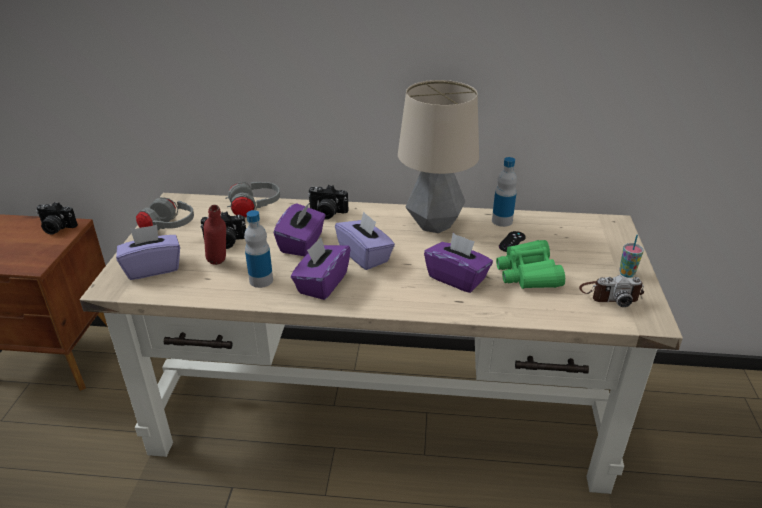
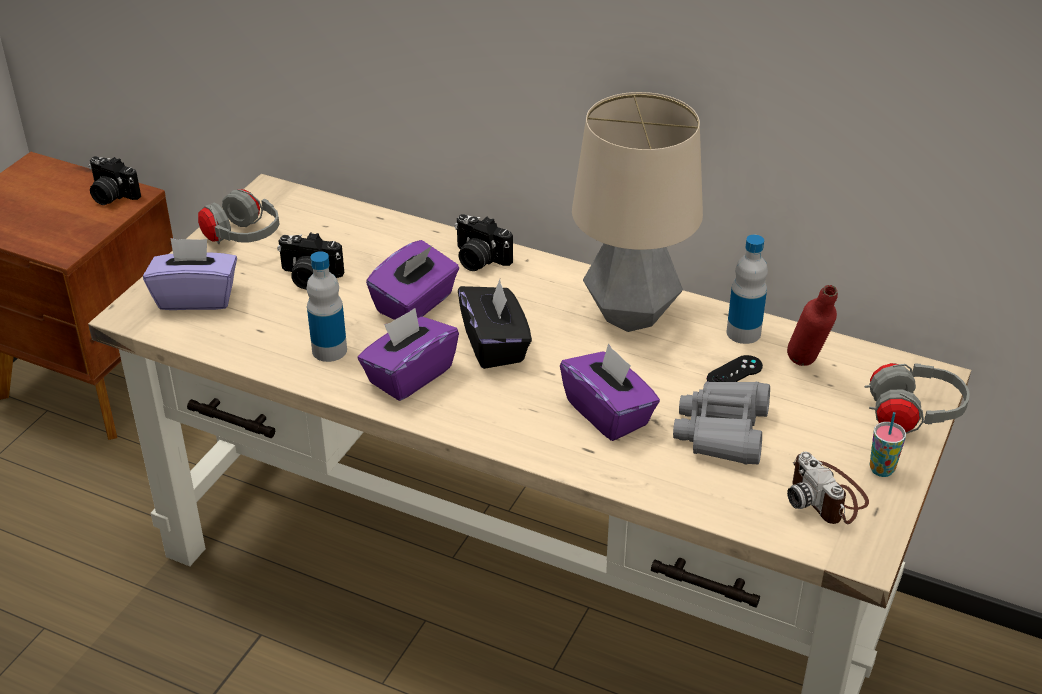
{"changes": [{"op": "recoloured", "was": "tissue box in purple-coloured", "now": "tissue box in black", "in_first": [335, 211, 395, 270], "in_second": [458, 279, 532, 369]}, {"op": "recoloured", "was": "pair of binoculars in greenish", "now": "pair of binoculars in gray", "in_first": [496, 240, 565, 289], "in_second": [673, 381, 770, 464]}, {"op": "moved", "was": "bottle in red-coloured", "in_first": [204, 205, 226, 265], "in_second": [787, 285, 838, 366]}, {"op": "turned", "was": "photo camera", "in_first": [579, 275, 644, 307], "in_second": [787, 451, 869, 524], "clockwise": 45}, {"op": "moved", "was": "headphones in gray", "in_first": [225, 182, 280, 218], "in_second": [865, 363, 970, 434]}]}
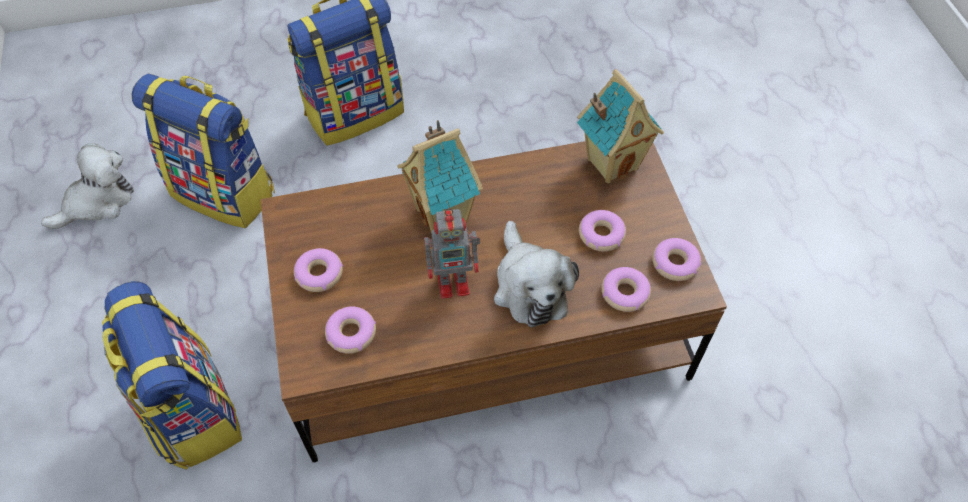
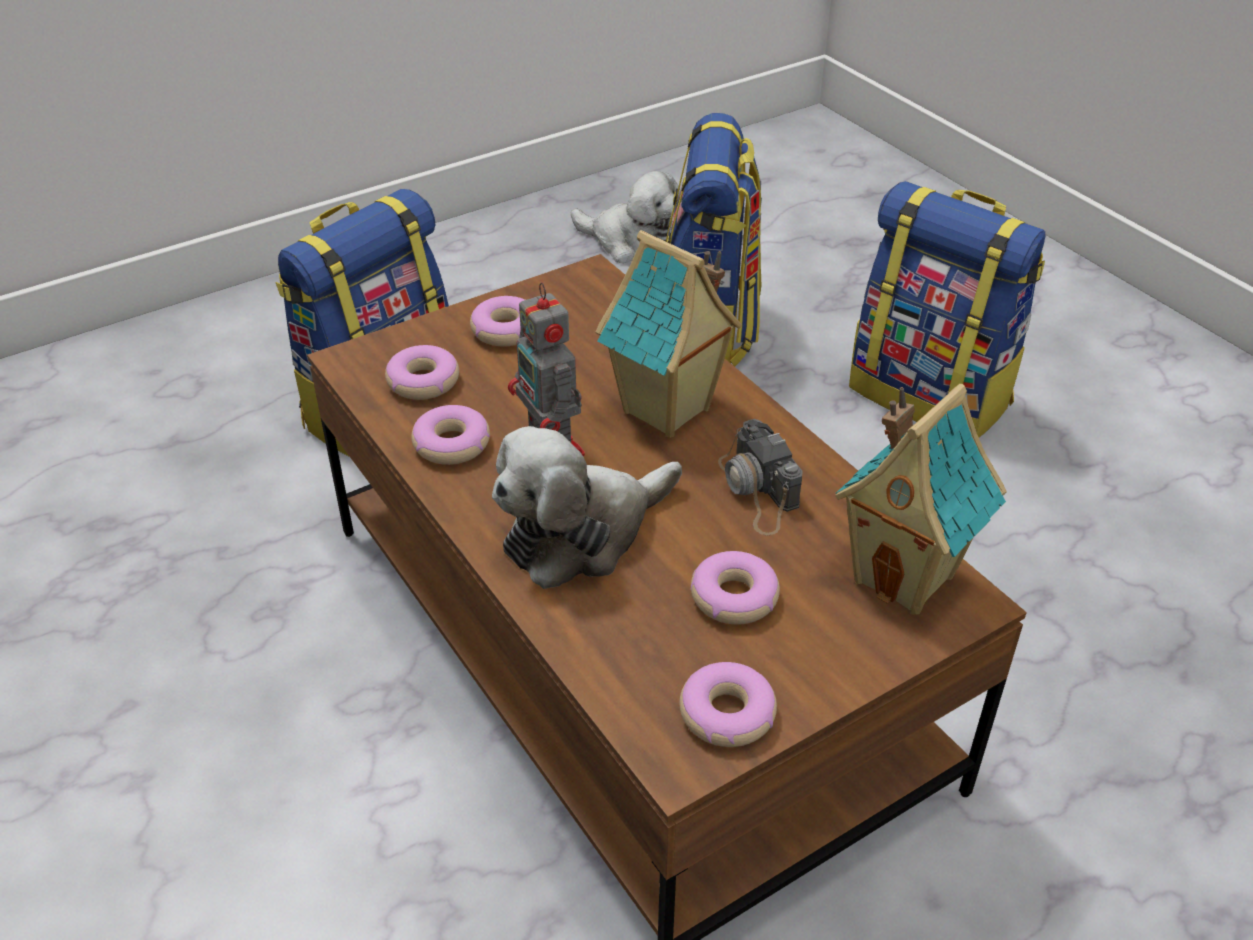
{"changes": [{"op": "moved", "was": "donut", "in_first": [601, 267, 651, 312], "in_second": [411, 405, 490, 465]}, {"op": "added", "now": "photo camera", "in_second": [718, 419, 803, 536]}]}
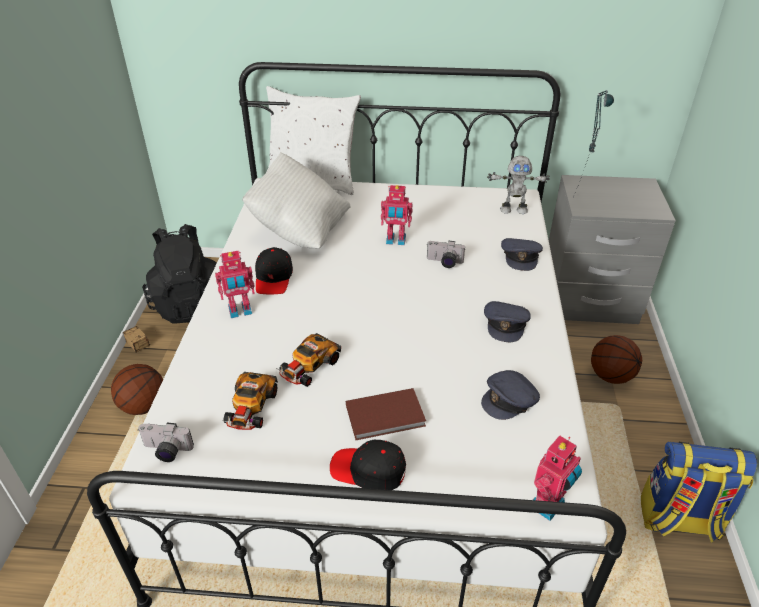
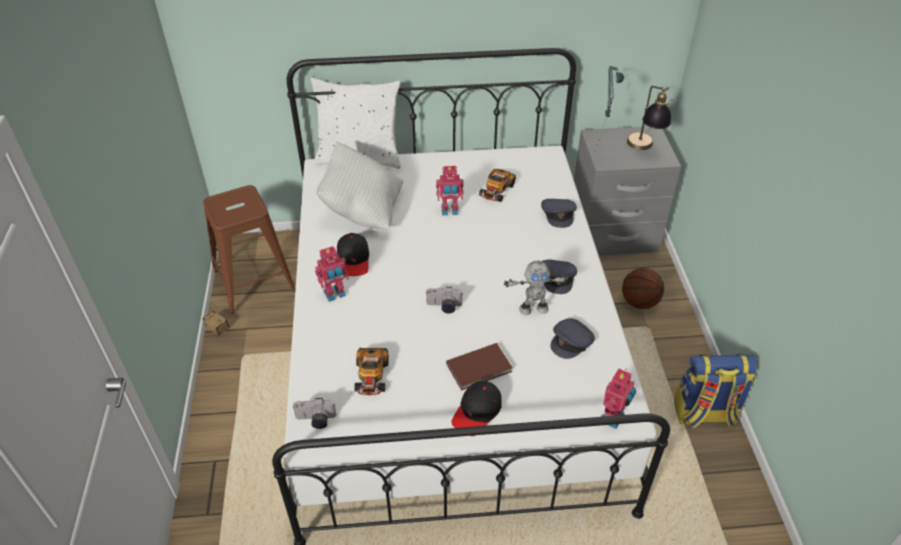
{"changes": [{"op": "replaced", "was": "backpack in black", "now": "sitting stool in brown-coloured", "in_first": [142, 224, 217, 324], "in_second": [203, 185, 295, 314]}, {"op": "moved", "was": "photo camera", "in_first": [427, 240, 466, 268], "in_second": [426, 287, 463, 313]}, {"op": "turned", "was": "baseball cap in black", "in_first": [330, 440, 406, 490], "in_second": [451, 381, 502, 436], "clockwise": -60}, {"op": "moved", "was": "miniature car", "in_first": [277, 333, 341, 387], "in_second": [479, 169, 516, 202]}, {"op": "moved", "was": "model robot", "in_first": [487, 156, 550, 214], "in_second": [504, 261, 569, 316]}, {"op": "added", "now": "tabletop lamp", "in_second": [627, 86, 673, 150]}, {"op": "removed", "was": "basketball ball", "in_first": [111, 364, 163, 415]}]}
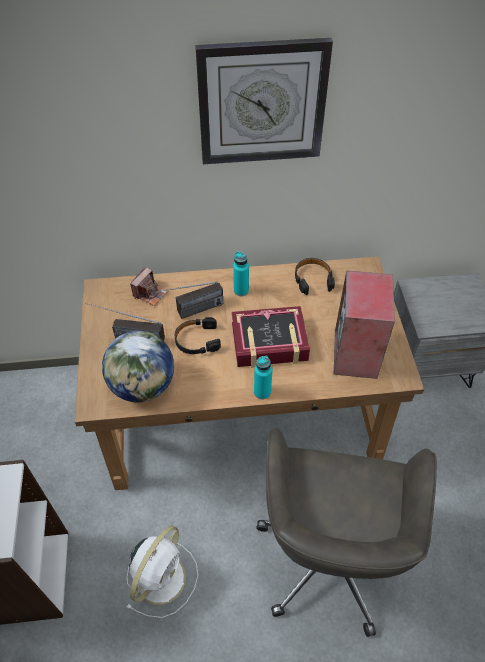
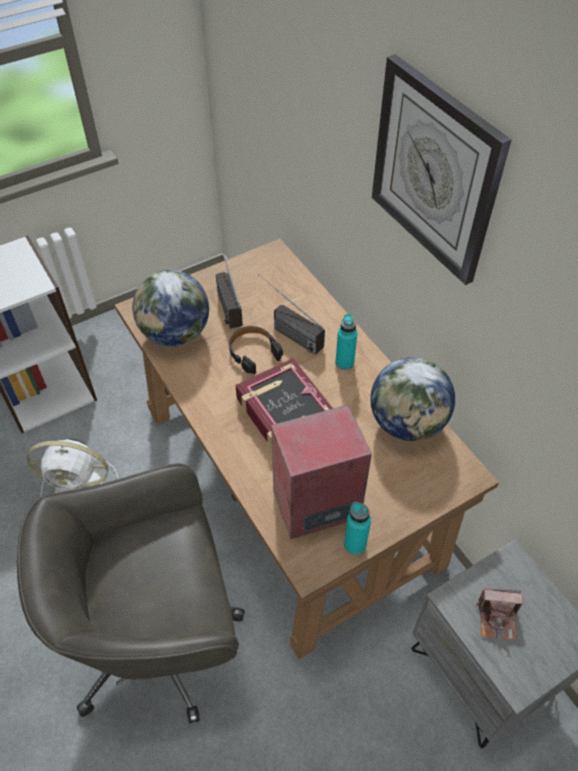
{"changes": [{"op": "moved", "was": "bottle in blue-green", "in_first": [254, 356, 273, 399], "in_second": [344, 502, 371, 555]}, {"op": "replaced", "was": "headphones in black", "now": "globe", "in_first": [295, 258, 335, 295], "in_second": [370, 357, 455, 441]}, {"op": "moved", "was": "photo camera", "in_first": [130, 267, 169, 306], "in_second": [477, 589, 522, 641]}]}
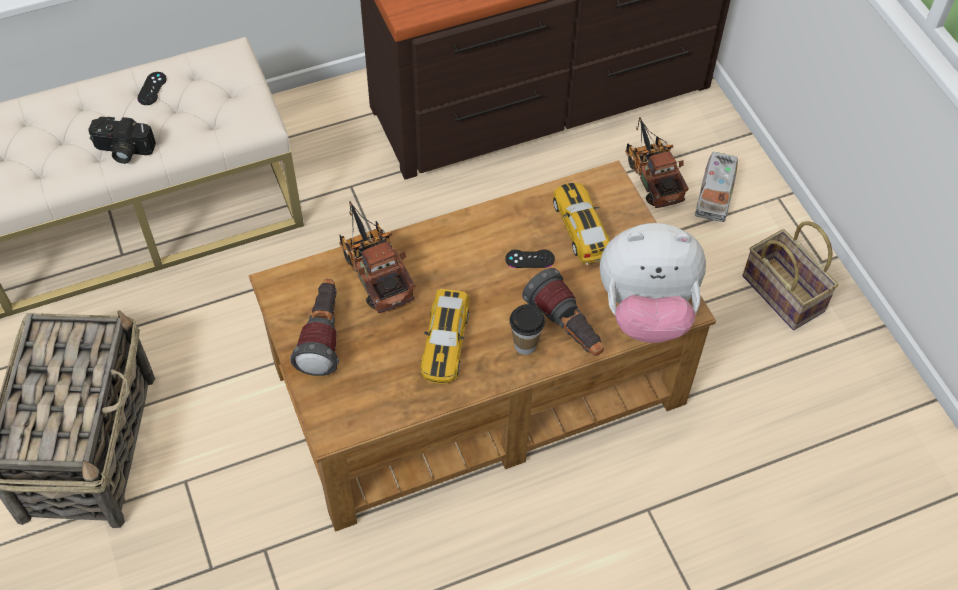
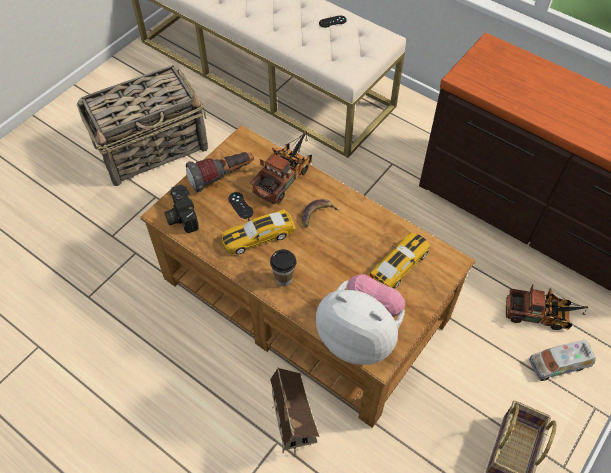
{"changes": [{"op": "moved", "was": "photo camera", "in_first": [88, 117, 156, 164], "in_second": [164, 184, 199, 233]}, {"op": "moved", "was": "joypad in black", "in_first": [505, 249, 555, 268], "in_second": [228, 192, 253, 219]}, {"op": "added", "now": "toy house", "in_second": [270, 367, 320, 458]}, {"op": "added", "now": "banana fruit", "in_second": [301, 199, 339, 227]}, {"op": "turned", "was": "cuddly toy", "in_first": [600, 223, 706, 343], "in_second": [316, 274, 405, 365], "clockwise": 150}, {"op": "turned", "was": "toy truck", "in_first": [625, 118, 689, 208], "in_second": [506, 284, 588, 330], "clockwise": 60}, {"op": "removed", "was": "torch", "in_first": [522, 268, 604, 356]}]}
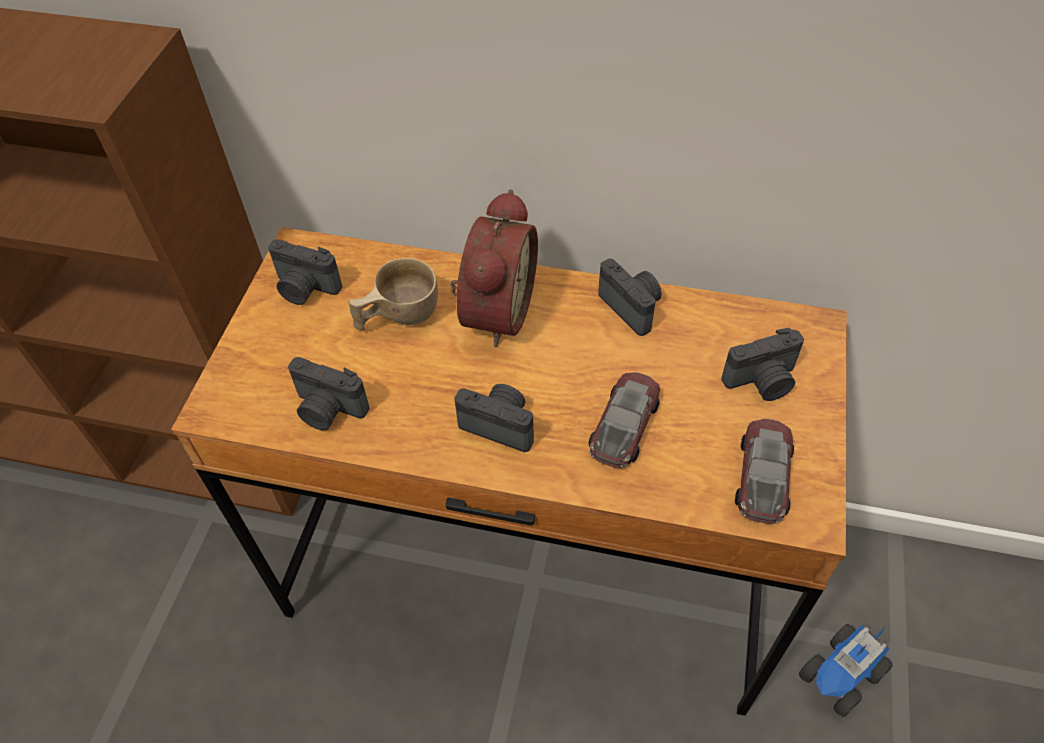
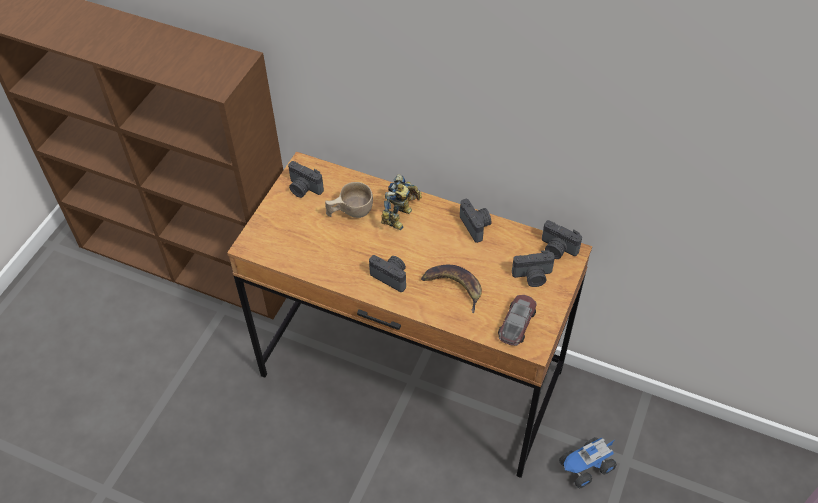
{"changes": [{"op": "replaced", "was": "table clock", "now": "model robot", "in_first": [450, 189, 538, 347], "in_second": [381, 174, 422, 230]}, {"op": "replaced", "was": "miniature car", "now": "banana fruit", "in_first": [589, 372, 660, 468], "in_second": [421, 265, 482, 313]}, {"op": "moved", "was": "photo camera", "in_first": [288, 357, 369, 430], "in_second": [542, 220, 582, 259]}]}
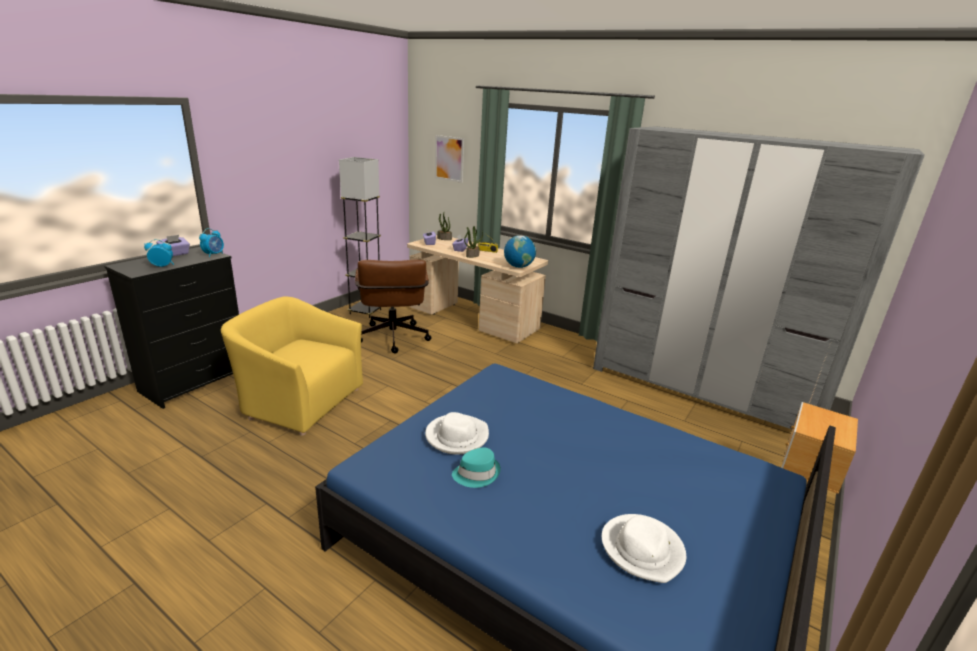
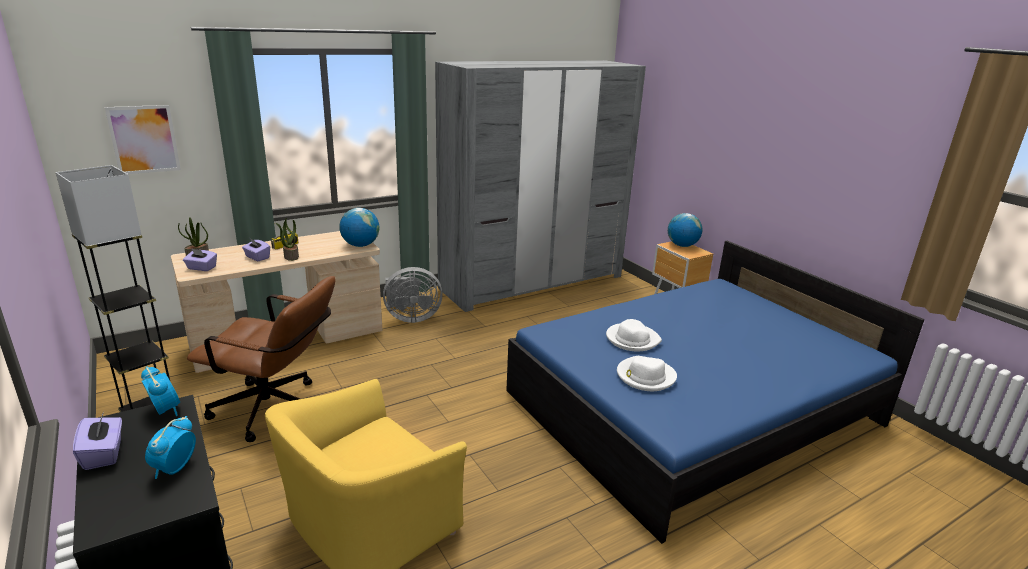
{"changes": [{"op": "added", "now": "fan in gray", "in_second": [383, 267, 443, 323]}, {"op": "moved", "was": "hat in white", "in_first": [602, 514, 686, 583], "in_second": [606, 319, 662, 351]}, {"op": "added", "now": "globe", "in_second": [668, 213, 702, 247]}, {"op": "removed", "was": "hat in blue-green", "in_first": [452, 447, 501, 488]}]}
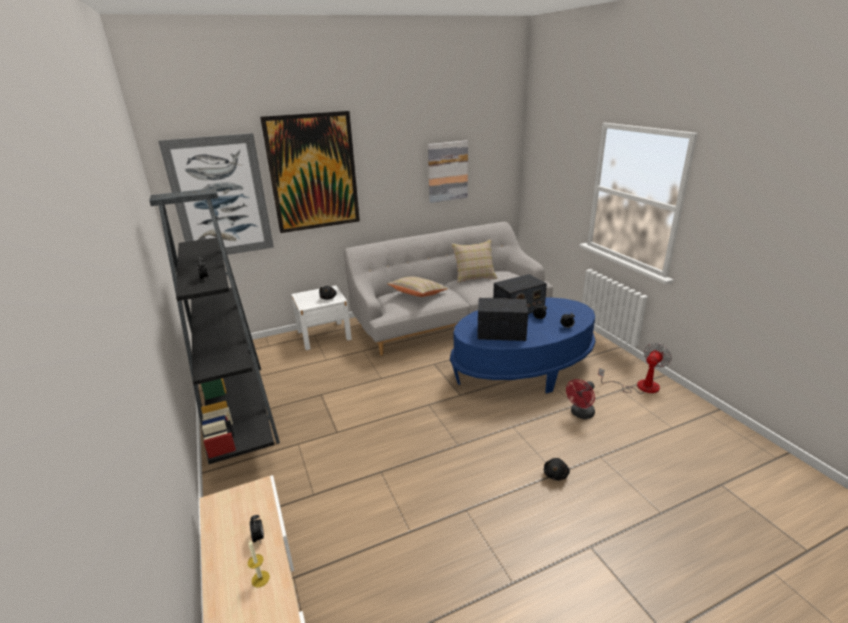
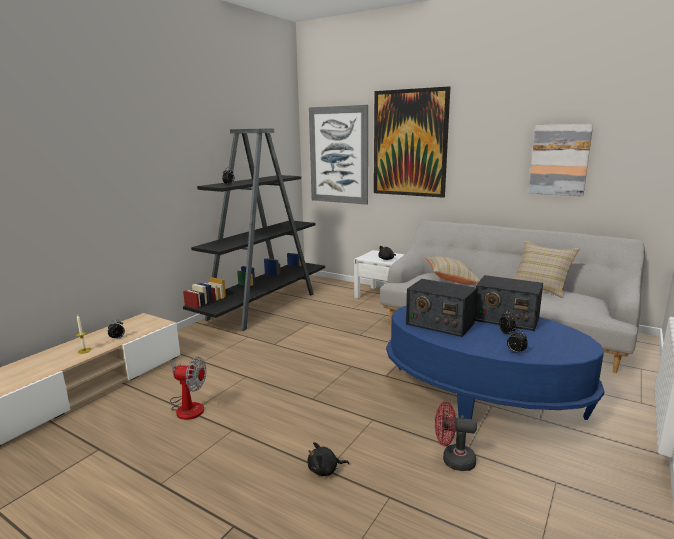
{"changes": [{"op": "moved", "was": "fan", "in_first": [598, 343, 672, 394], "in_second": [170, 357, 206, 420]}, {"op": "turned", "was": "radio set", "in_first": [477, 298, 528, 341], "in_second": [406, 279, 477, 337], "clockwise": 150}]}
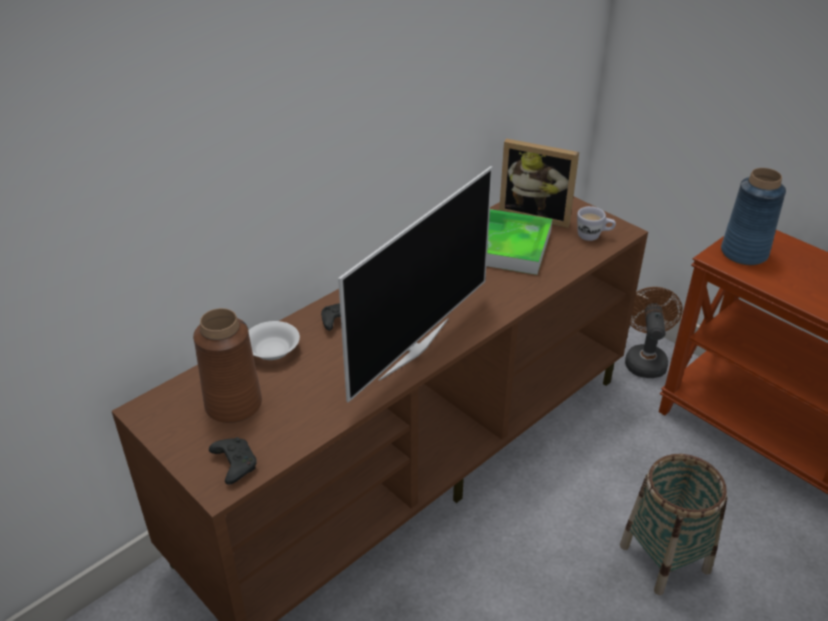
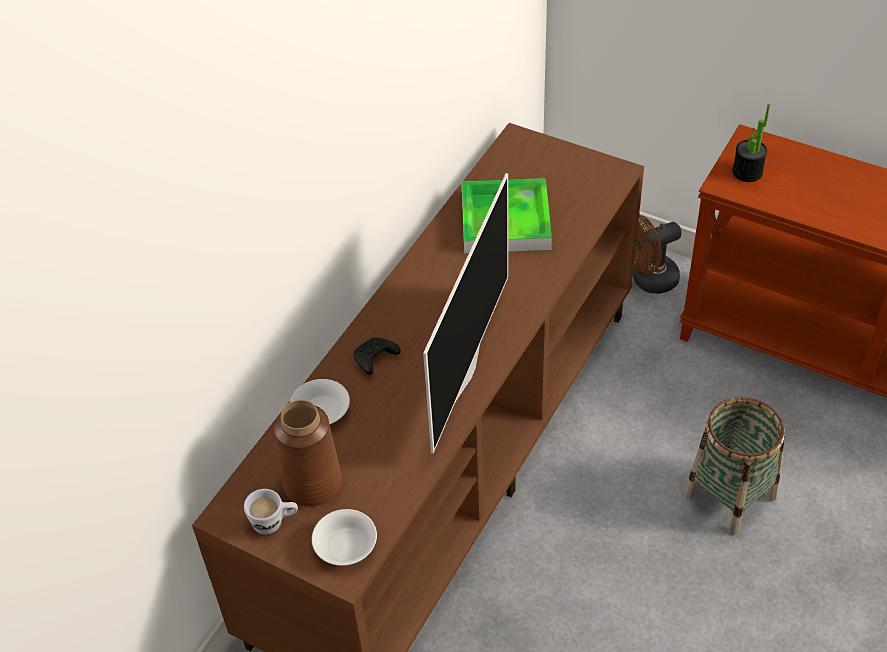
{"changes": [{"op": "moved", "was": "tea mug in white", "in_first": [577, 206, 616, 241], "in_second": [244, 489, 298, 535]}, {"op": "replaced", "was": "joypad in black", "now": "serving bowl in white", "in_first": [209, 437, 257, 485], "in_second": [312, 509, 377, 566]}, {"op": "turned", "was": "fan in brown-coloured", "in_first": [625, 287, 683, 378], "in_second": [633, 214, 682, 294], "clockwise": -105}, {"op": "replaced", "was": "flower vase in blue-coloured", "now": "plant in a pot", "in_first": [721, 168, 786, 265], "in_second": [732, 104, 770, 182]}, {"op": "removed", "was": "photo frame", "in_first": [499, 138, 579, 228]}]}
